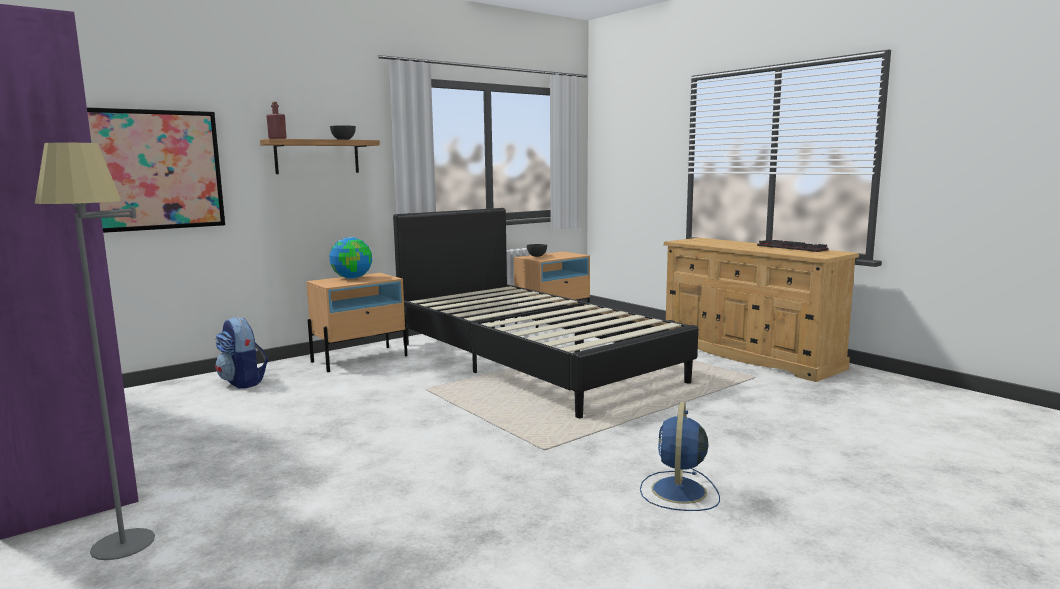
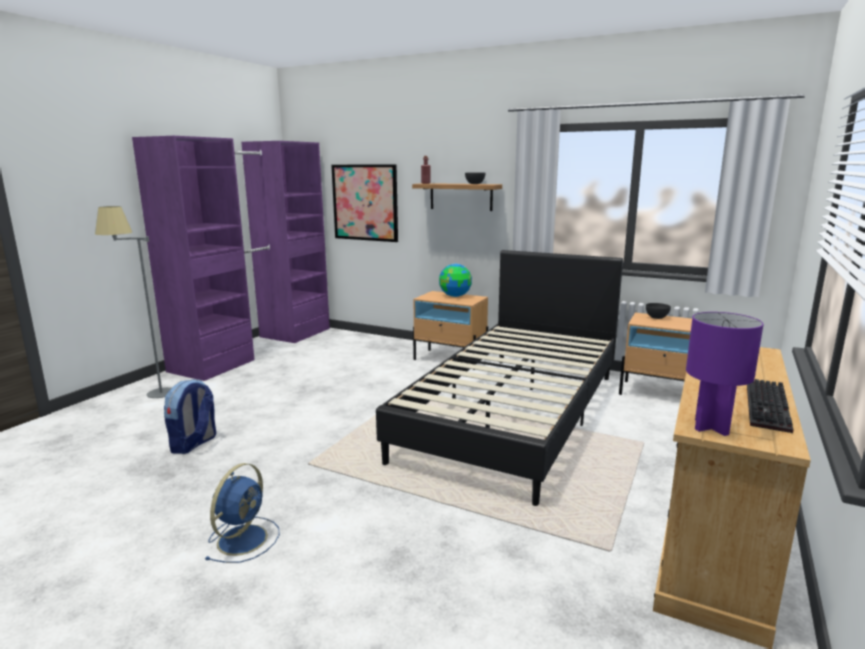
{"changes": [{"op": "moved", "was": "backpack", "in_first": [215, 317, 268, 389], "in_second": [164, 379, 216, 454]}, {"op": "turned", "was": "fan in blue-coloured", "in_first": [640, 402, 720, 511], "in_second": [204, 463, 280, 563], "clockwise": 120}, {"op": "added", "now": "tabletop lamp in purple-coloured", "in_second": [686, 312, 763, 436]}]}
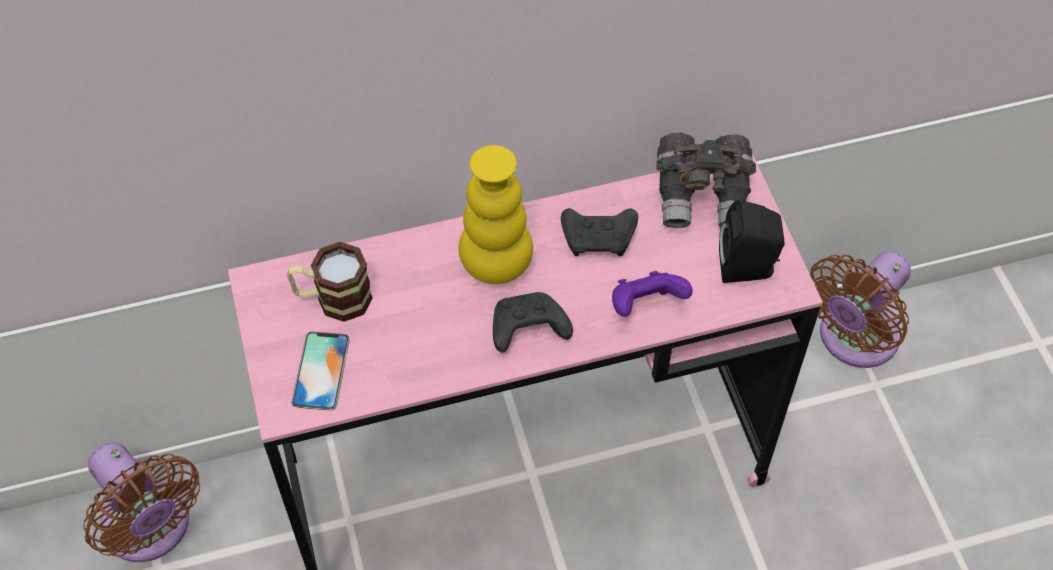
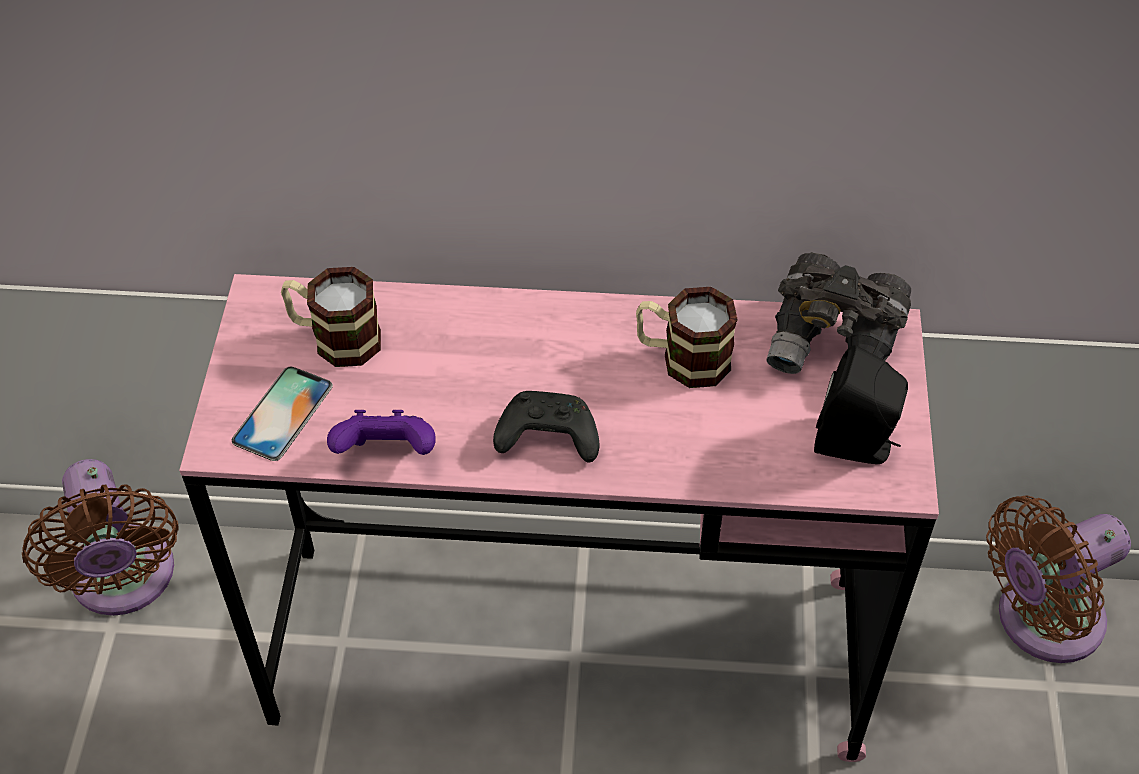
{"changes": [{"op": "moved", "was": "joypad in purple-coloured", "in_first": [612, 271, 693, 317], "in_second": [327, 410, 435, 455]}, {"op": "replaced", "was": "joypad in black", "now": "tea mug", "in_first": [561, 208, 638, 256], "in_second": [636, 287, 738, 388]}, {"op": "removed", "was": "flower vase in yellowish", "in_first": [459, 145, 533, 284]}]}
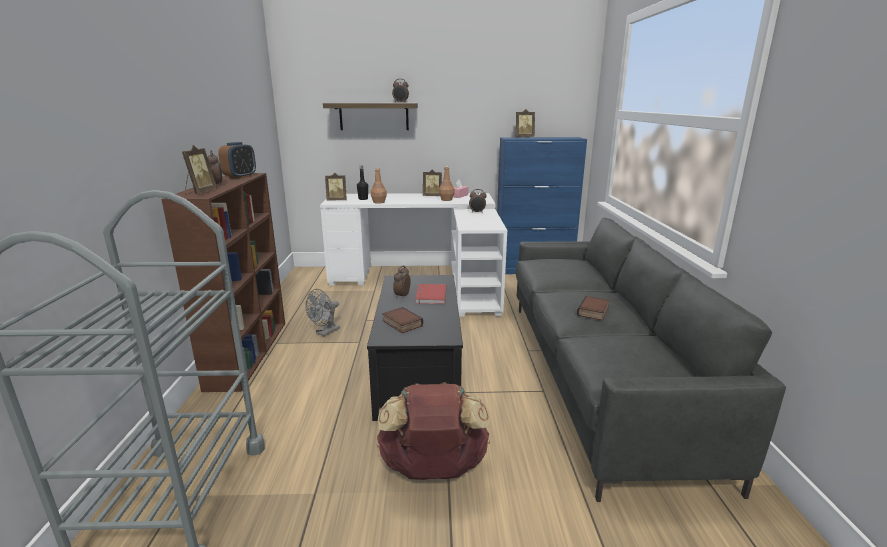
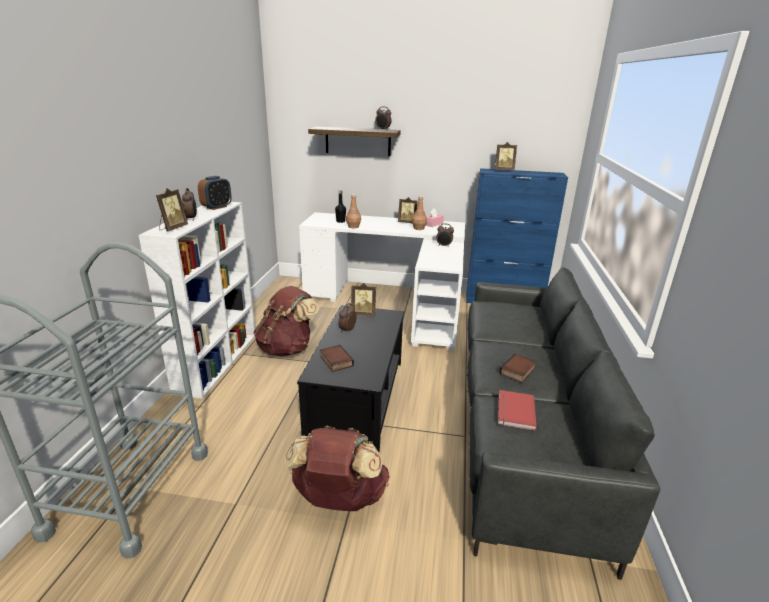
{"changes": [{"op": "recoloured", "was": "bookshelf in brown-coloured", "now": "bookshelf in white", "in_first": [161, 173, 285, 392], "in_second": [139, 202, 255, 399]}, {"op": "replaced", "was": "fan in gray", "now": "backpack in brown-coloured", "in_first": [305, 289, 340, 336], "in_second": [253, 286, 319, 356]}, {"op": "moved", "was": "photo frame", "in_first": [325, 173, 347, 201], "in_second": [351, 283, 376, 316]}, {"op": "moved", "was": "book in red-coloured", "in_first": [415, 284, 447, 304], "in_second": [498, 390, 537, 431]}]}
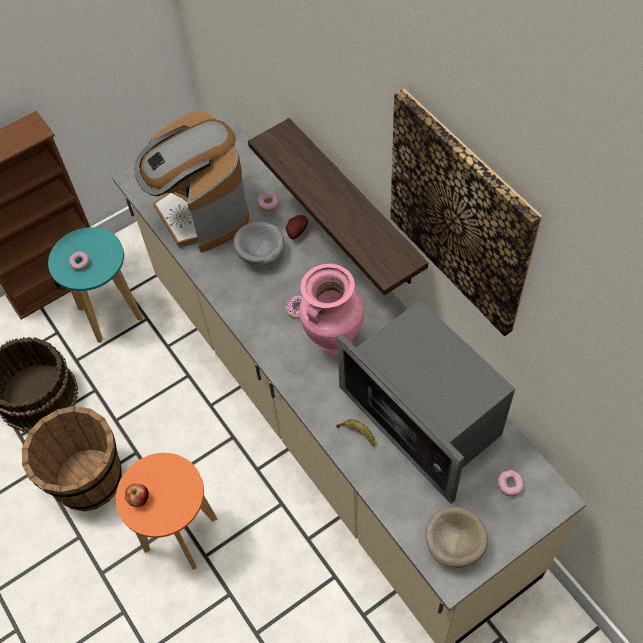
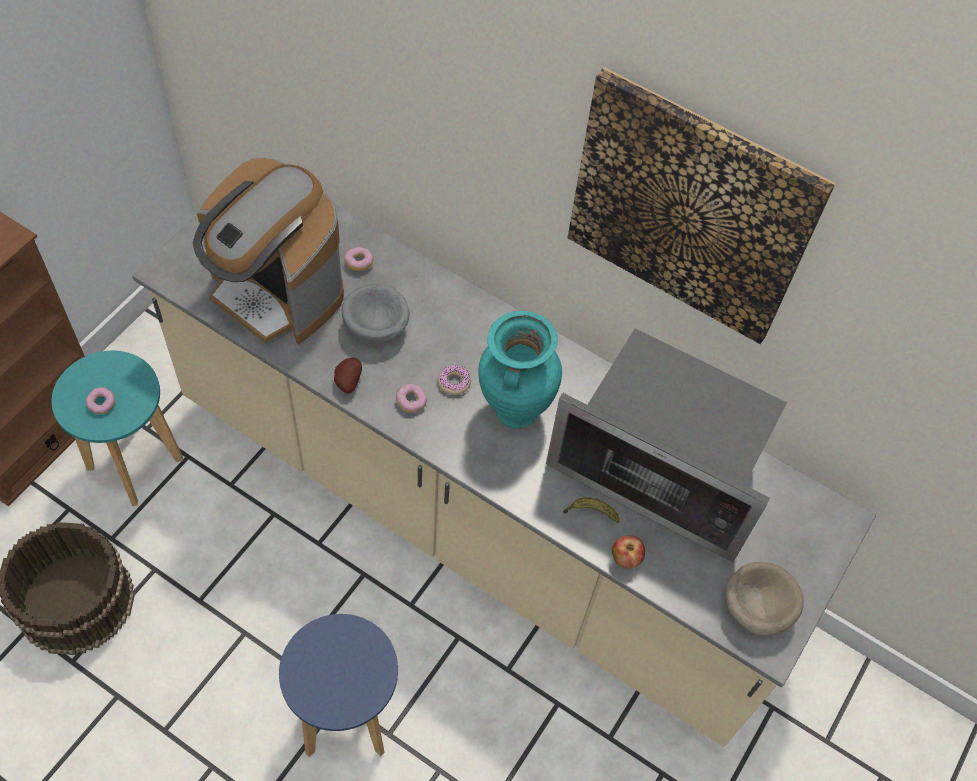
{"changes": [{"op": "recoloured", "was": "sitting stool in orange-coloured", "now": "sitting stool in blue-coloured", "in_first": [116, 453, 217, 570], "in_second": [279, 614, 398, 757]}, {"op": "moved", "was": "spud", "in_first": [286, 215, 308, 239], "in_second": [334, 358, 362, 394]}, {"op": "moved", "was": "donut", "in_first": [497, 470, 524, 496], "in_second": [396, 384, 427, 413]}, {"op": "recoloured", "was": "flower vase in pink-coloured", "now": "flower vase in blue-green", "in_first": [299, 264, 364, 356], "in_second": [478, 311, 562, 429]}, {"op": "moved", "was": "apple", "in_first": [125, 483, 149, 507], "in_second": [612, 535, 645, 569]}, {"op": "removed", "was": "bucket in brown-coloured", "in_first": [22, 406, 122, 512]}, {"op": "removed", "was": "wall shelf", "in_first": [248, 118, 428, 295]}]}
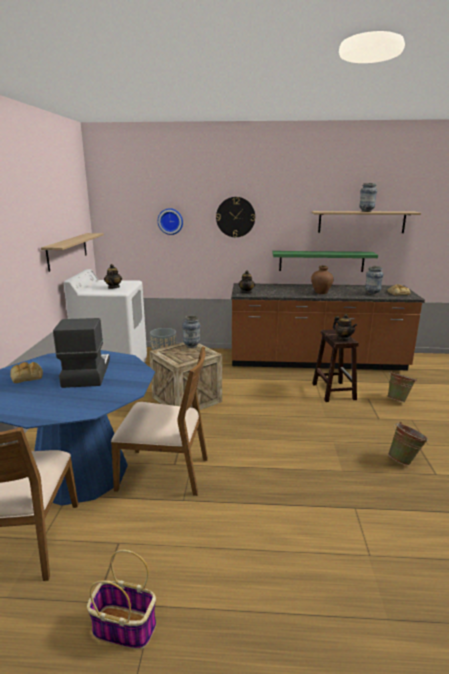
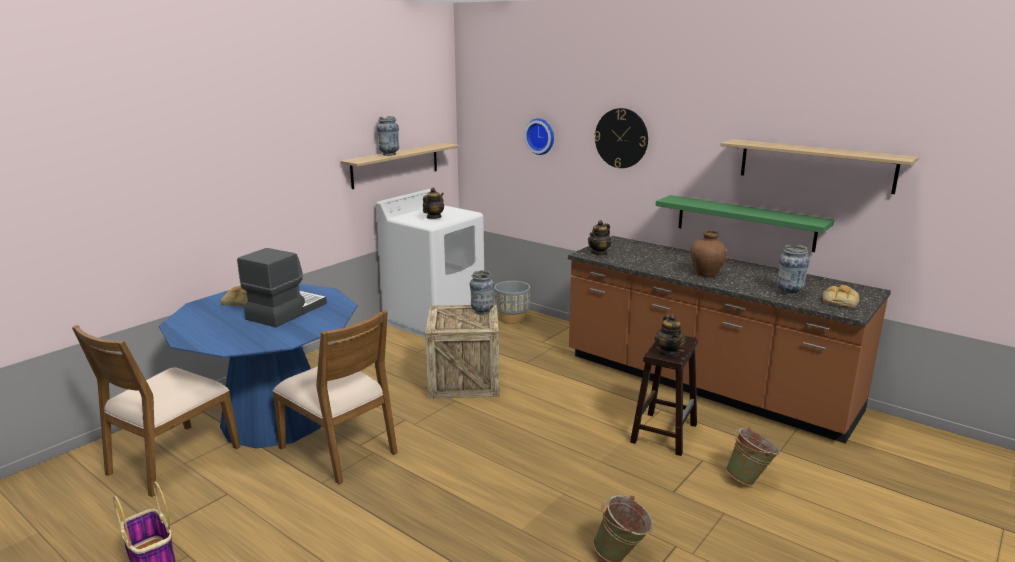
{"changes": [{"op": "moved", "was": "flower vase", "in_first": [359, 183, 377, 212], "in_second": [377, 116, 399, 156]}]}
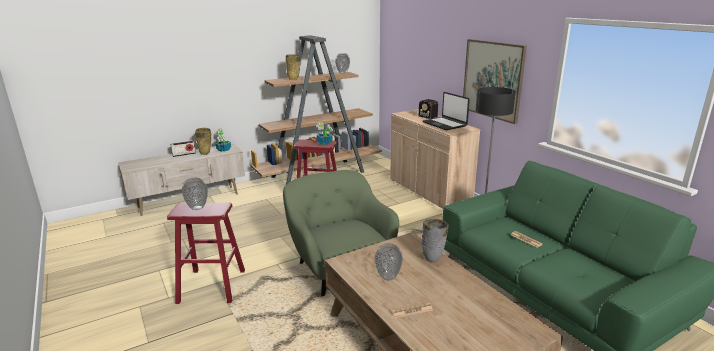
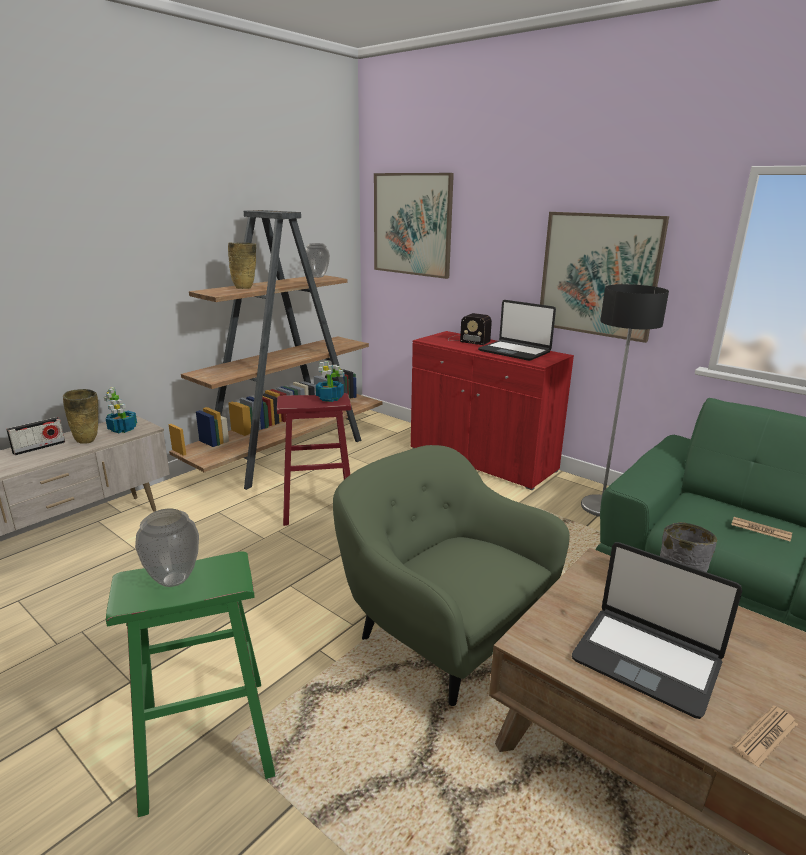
{"changes": [{"op": "recoloured", "was": "sitting stool in red-coloured", "now": "sitting stool in greenish", "in_first": [167, 203, 245, 304], "in_second": [106, 551, 275, 817]}, {"op": "added", "now": "wall picture", "in_second": [374, 173, 454, 279]}, {"op": "recoloured", "was": "cupboard in sand-coloured", "now": "cupboard in red-coloured", "in_first": [390, 109, 480, 209], "in_second": [411, 331, 574, 490]}, {"op": "replaced", "was": "flower vase", "now": "laptop", "in_first": [375, 243, 403, 280], "in_second": [572, 542, 742, 719]}]}
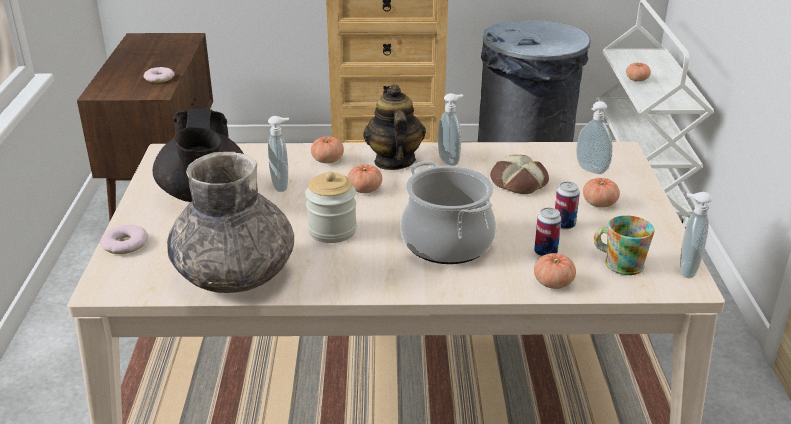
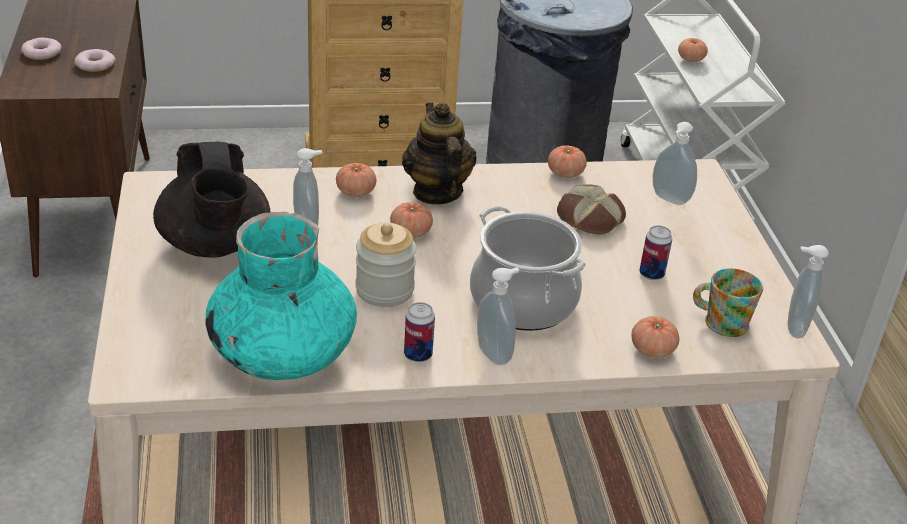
{"changes": [{"op": "moved", "was": "donut", "in_first": [100, 225, 148, 254], "in_second": [21, 38, 62, 60]}, {"op": "recoloured", "was": "flower vase in gray", "now": "flower vase in blue-green", "in_first": [167, 152, 294, 293], "in_second": [205, 212, 357, 380]}, {"op": "moved", "was": "can", "in_first": [534, 208, 562, 257], "in_second": [404, 302, 435, 362]}, {"op": "moved", "was": "soap dispenser", "in_first": [438, 93, 463, 166], "in_second": [477, 267, 519, 365]}, {"op": "moved", "was": "whole tomato", "in_first": [583, 178, 620, 208], "in_second": [548, 145, 587, 178]}]}
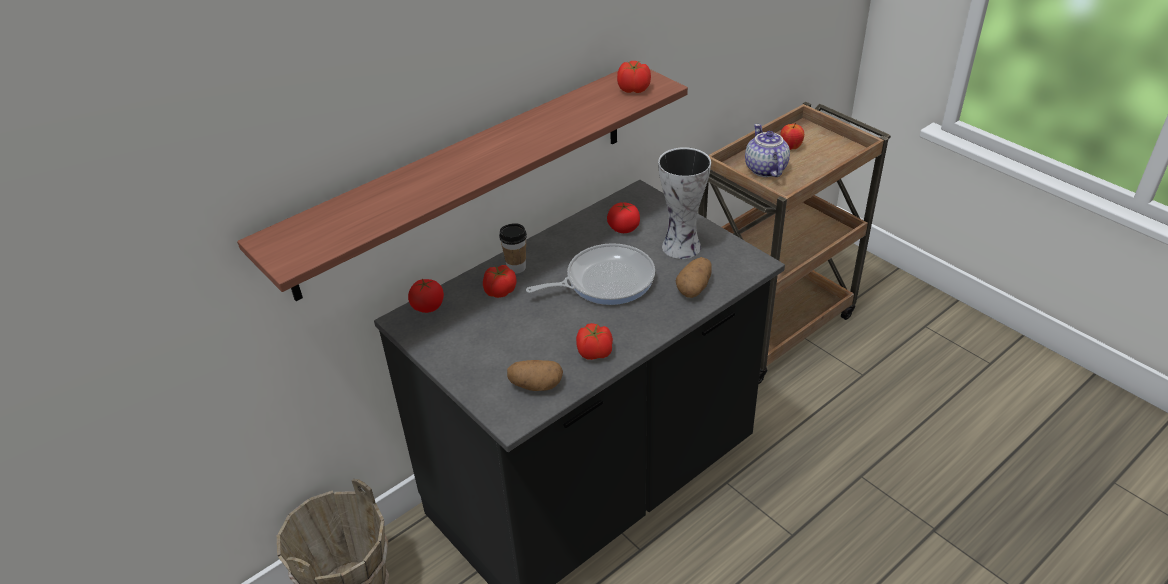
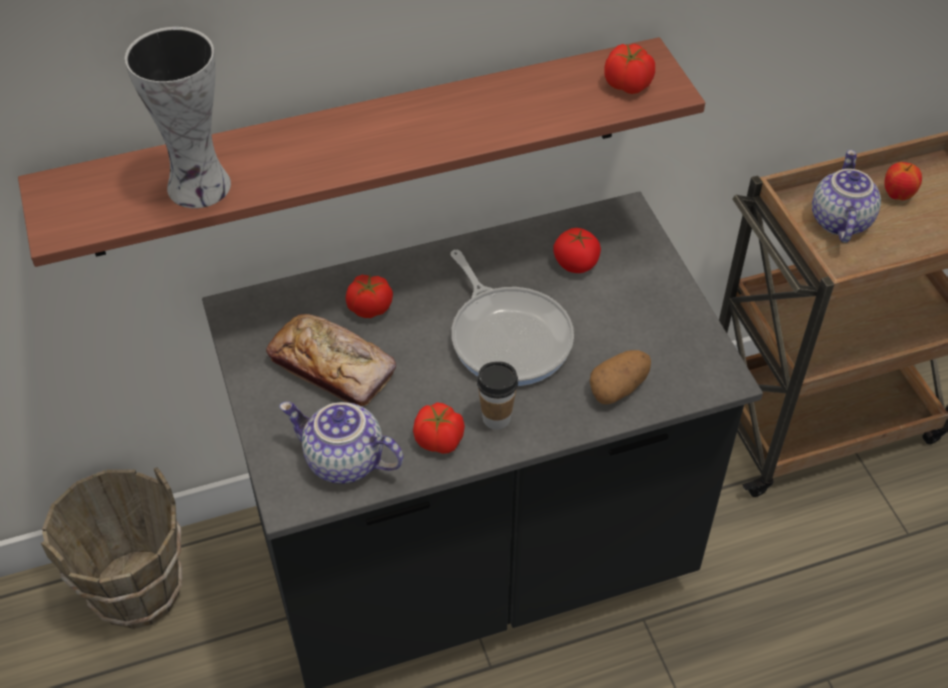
{"changes": [{"op": "moved", "was": "flower vase", "in_first": [658, 147, 711, 259], "in_second": [125, 27, 231, 208]}, {"op": "added", "now": "bakery bread", "in_second": [266, 314, 396, 406]}, {"op": "replaced", "was": "spud", "now": "pot for tea", "in_first": [507, 360, 563, 391], "in_second": [279, 401, 403, 484]}, {"op": "turned", "was": "skillet", "in_first": [526, 243, 655, 305], "in_second": [451, 250, 574, 386], "clockwise": 60}, {"op": "moved", "was": "small cup", "in_first": [499, 223, 527, 274], "in_second": [477, 361, 518, 430]}, {"op": "removed", "was": "whole tomato", "in_first": [408, 279, 444, 313]}]}
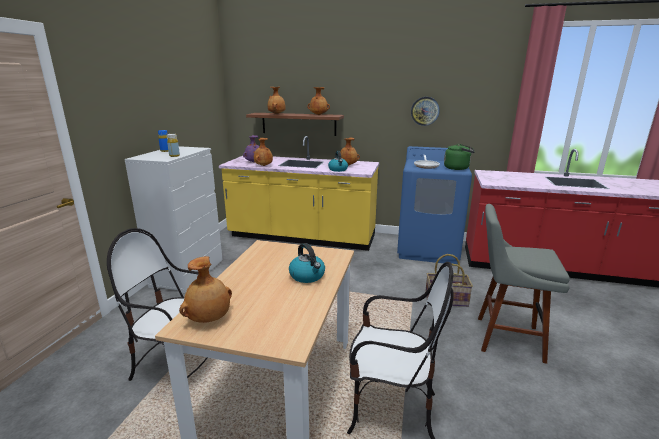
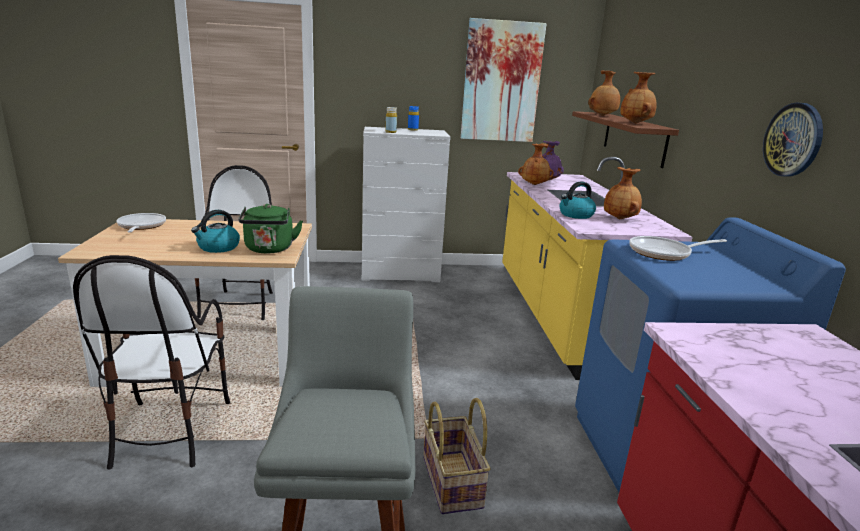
{"changes": [{"op": "replaced", "was": "flower vase in brown-coloured", "now": "skillet", "in_first": [179, 256, 232, 323], "in_second": [116, 213, 166, 233]}, {"op": "moved", "was": "kettle in greenish", "in_first": [444, 144, 475, 170], "in_second": [238, 204, 303, 253]}, {"op": "added", "now": "wall picture", "in_second": [461, 18, 547, 142]}]}
